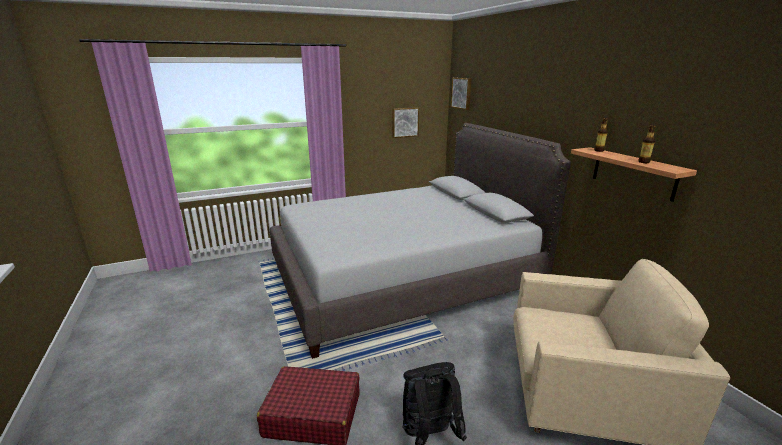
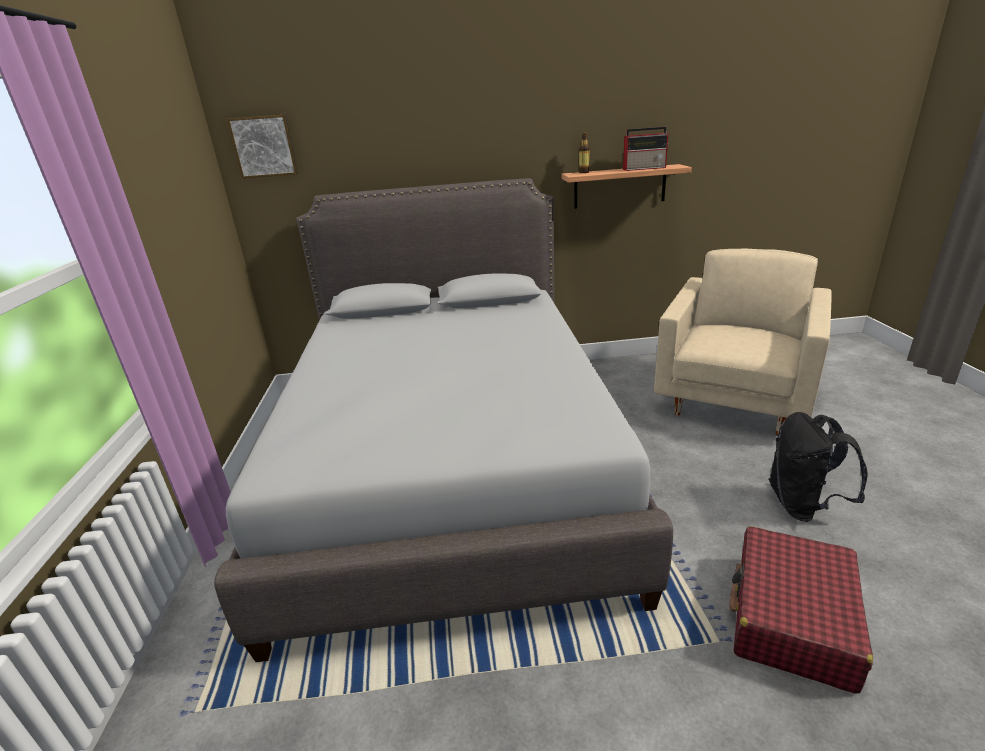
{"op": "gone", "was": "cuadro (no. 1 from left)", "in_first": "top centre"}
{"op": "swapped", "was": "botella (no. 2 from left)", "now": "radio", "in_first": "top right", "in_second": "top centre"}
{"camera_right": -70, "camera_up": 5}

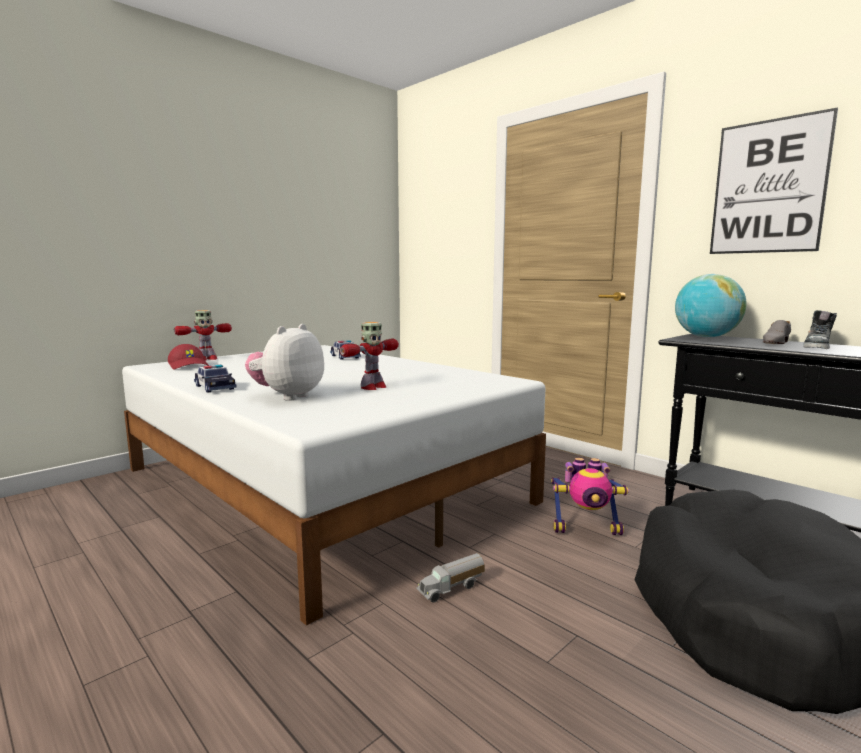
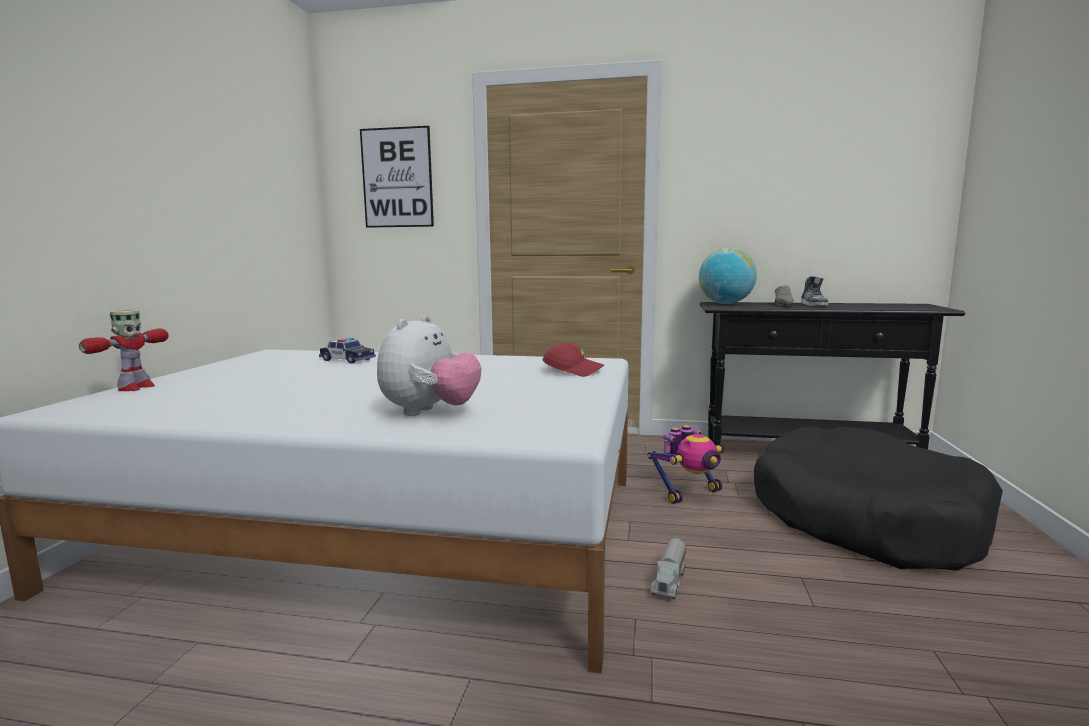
{"op": "shifted", "was": "gorra [rojo]", "in_first": "middle left", "in_second": "centre"}
{"op": "gone", "was": "coche de juguete (no. 1 from left)", "in_first": "middle left"}
{"op": "rotated", "was": "peluche", "in_first": "middle left", "in_second": "centre", "clockwise": -150}
{"op": "gone", "was": "robot de juguete (no. 2 from left)", "in_first": "centre"}
{"op": "shifted", "was": "cuadro", "in_first": "top right", "in_second": "top centre"}
{"camera_right": -35, "camera_up": 0}

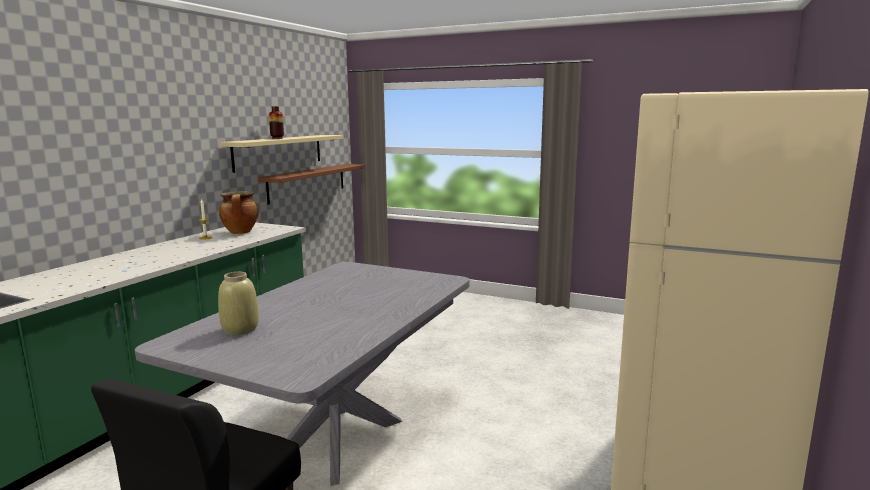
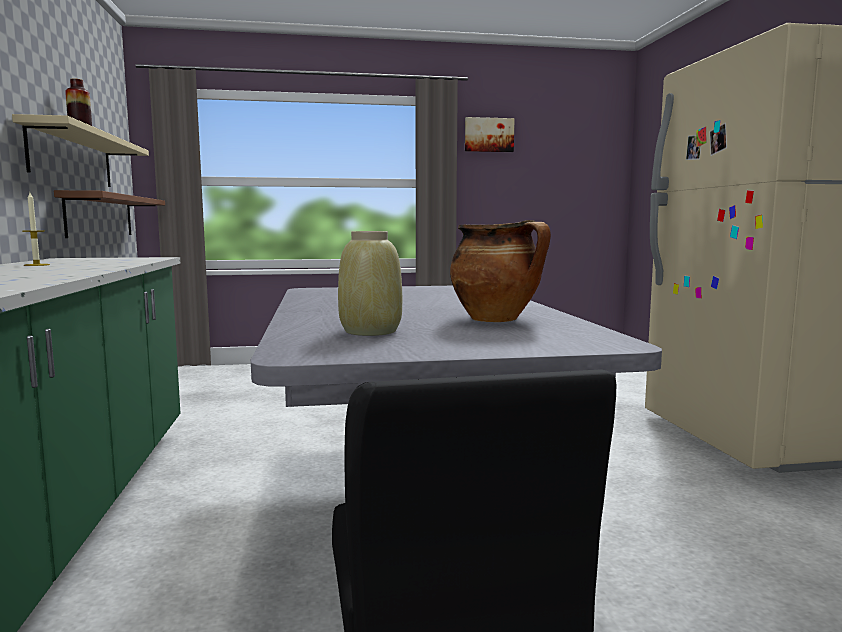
{"op": "shifted", "was": "olla", "in_first": "middle left", "in_second": "centre"}
{"op": "new", "now": "cuadro", "in_second": "top centre"}
{"camera_right": -35, "camera_up": -5}

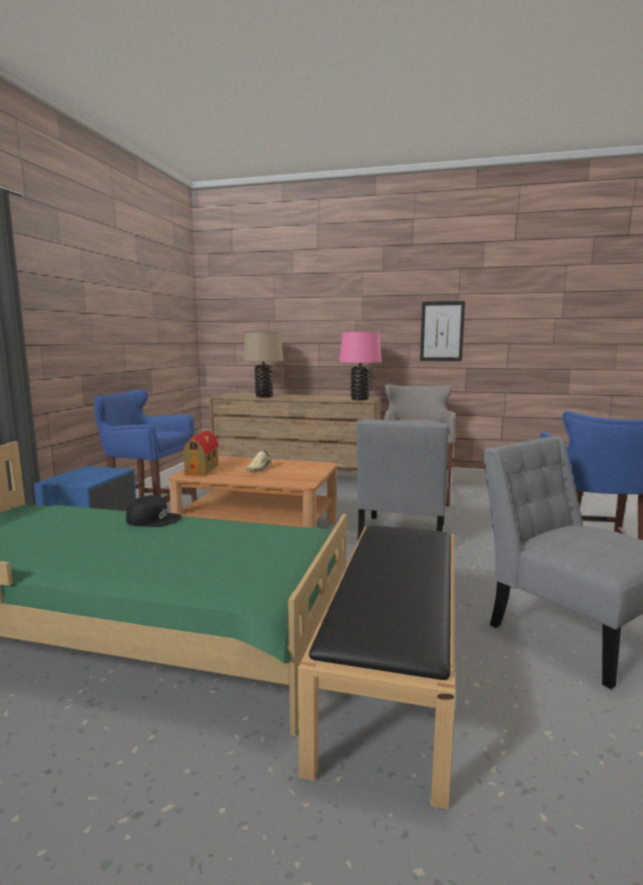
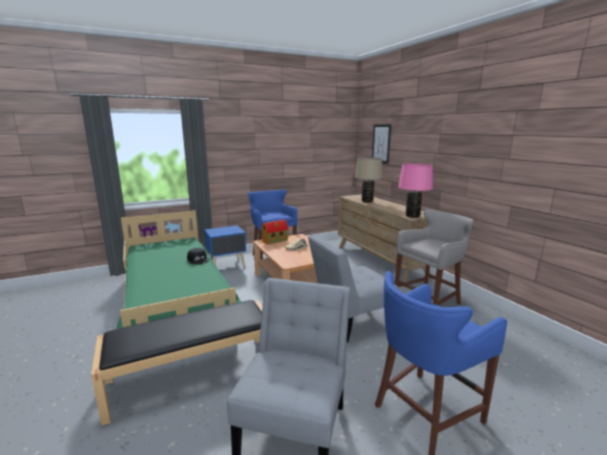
{"op": "shifted", "was": "cuadro", "in_first": "middle right", "in_second": "top centre"}
{"camera_right": 50, "camera_up": 5}

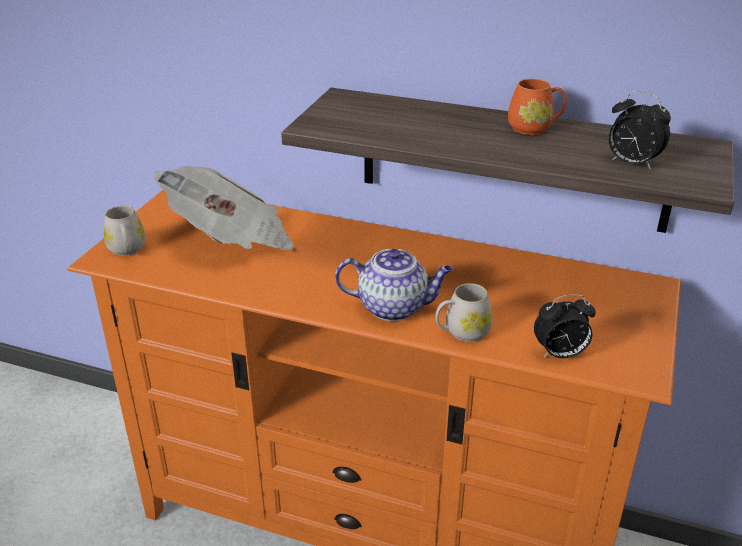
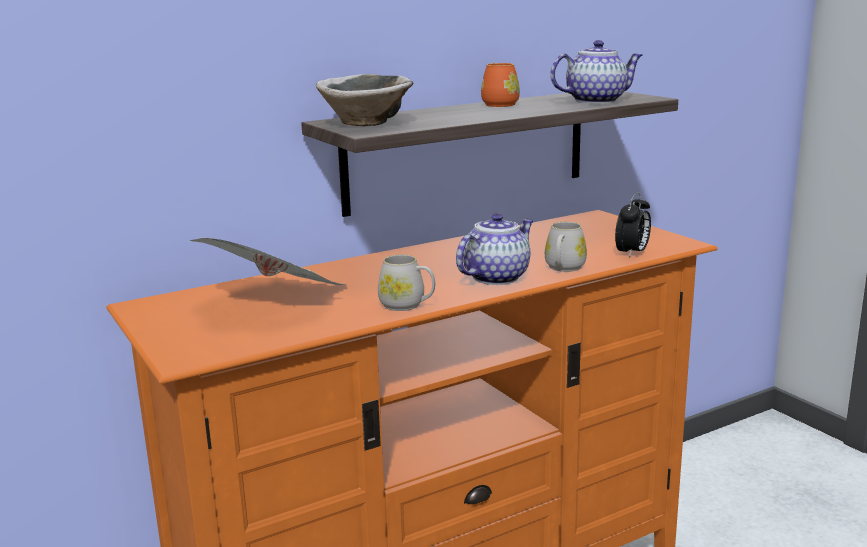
{"op": "shifted", "was": "taza grande [blanco] (no. 1 from left)", "in_first": "middle left", "in_second": "centre"}
{"op": "swapped", "was": "despertador (no. 2 from left)", "now": "tetera (no. 2 from left)", "in_first": "top right", "in_second": "top right"}
{"op": "new", "now": "cuenco", "in_second": "top centre"}
{"camera_right": -50, "camera_up": -15}

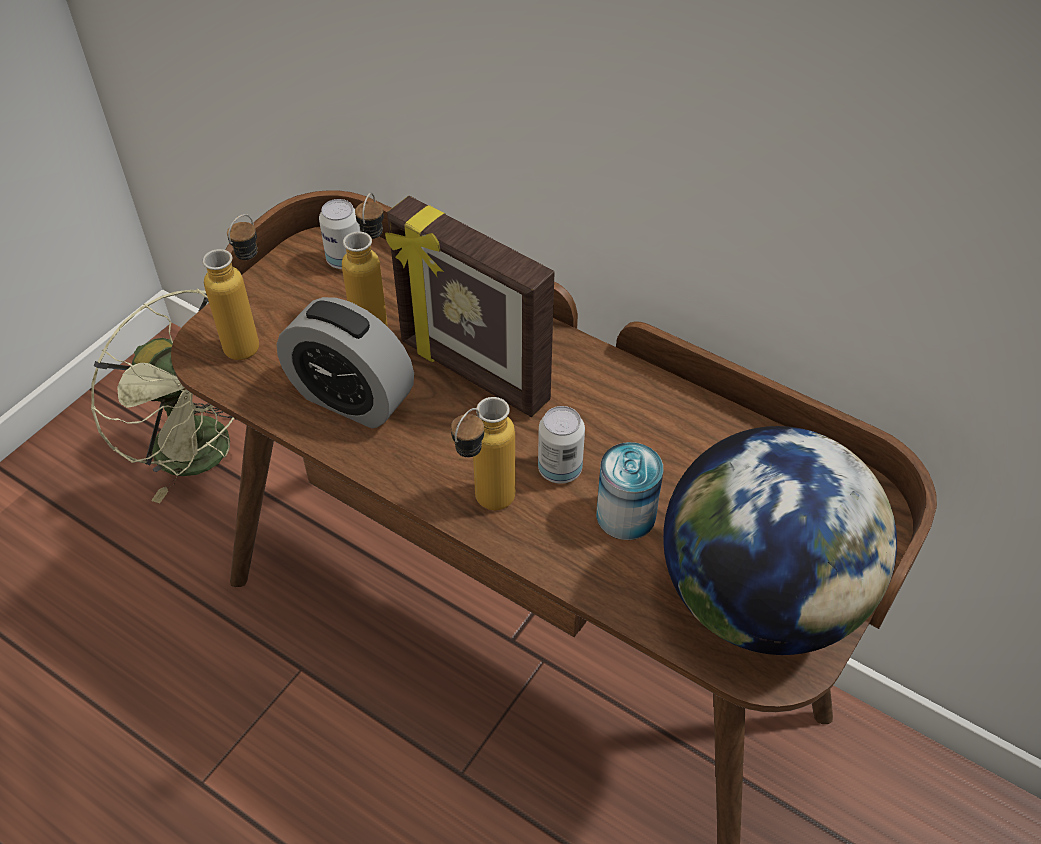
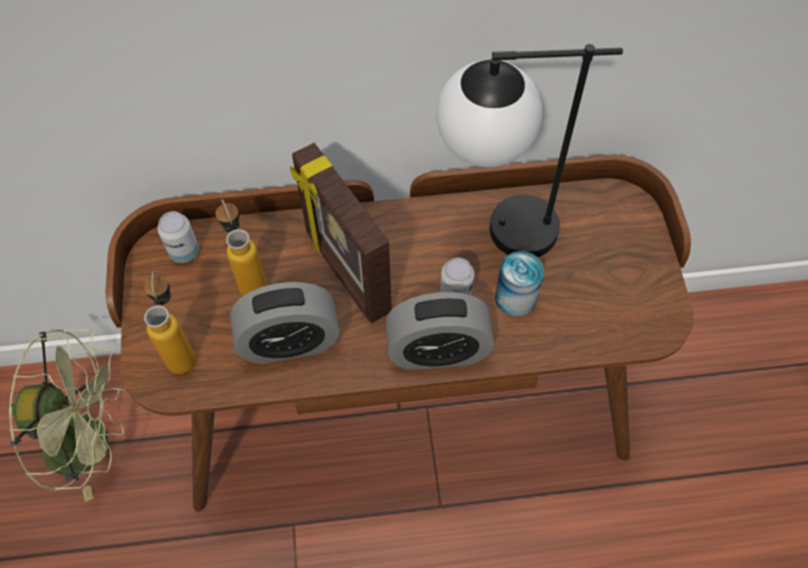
{"op": "rotated", "was": "portarretratos", "in_first": "centre", "in_second": "centre", "clockwise": 60}
{"op": "swapped", "was": "botella (no. 3 from left)", "now": "despertador (no. 2 from left)", "in_first": "centre", "in_second": "centre"}
{"op": "gone", "was": "globo terráqueo", "in_first": "middle right"}
{"op": "new", "now": "lámpara de mesa", "in_second": "top centre"}
{"camera_right": -40, "camera_up": 10}

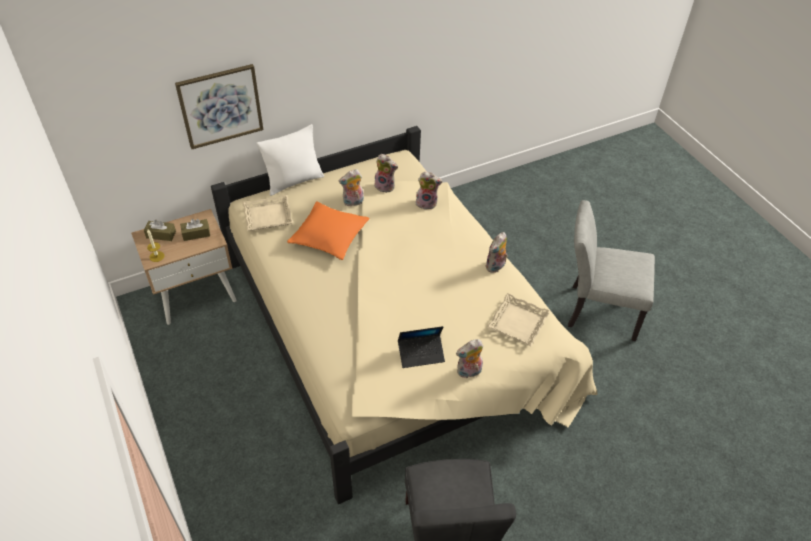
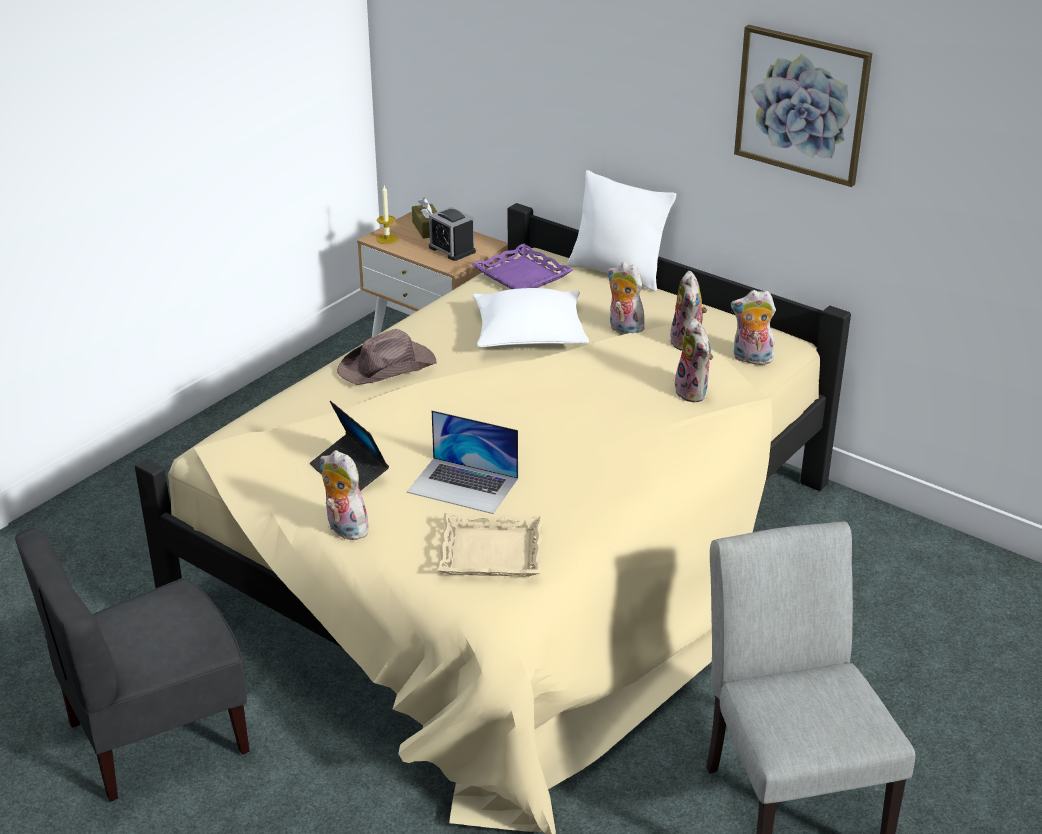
{"op": "shifted", "was": "cuadro", "in_first": "top left", "in_second": "top right"}
{"op": "swapped", "was": "caja de pañuelos [marrón] (no. 2 from left)", "now": "despertador", "in_first": "middle left", "in_second": "top centre"}
{"op": "repainted", "was": "bandeja [beis] (no. 1 from left)", "now": "bandeja [morado]", "in_first": "middle left", "in_second": "top centre"}
{"op": "repainted", "was": "cojín [naranja]", "now": "cojín [blanco] (no. 1 from left)", "in_first": "centre", "in_second": "centre"}
{"op": "shifted", "was": "peluche (no. 5 from left)", "in_first": "centre", "in_second": "middle right"}
{"op": "new", "now": "sombrero [marrón]", "in_second": "centre"}
{"op": "new", "now": "portátil (no. 2 from left)", "in_second": "centre"}
{"camera_right": 65, "camera_up": -15}

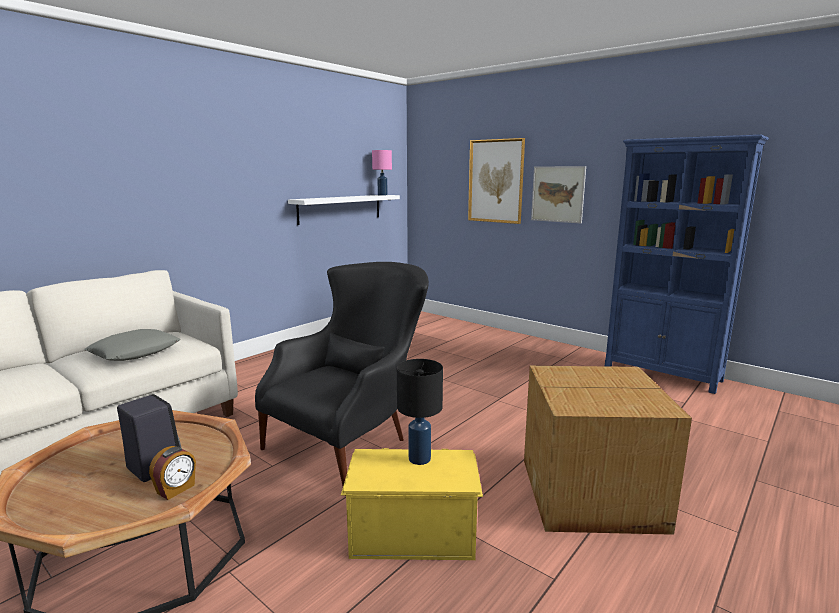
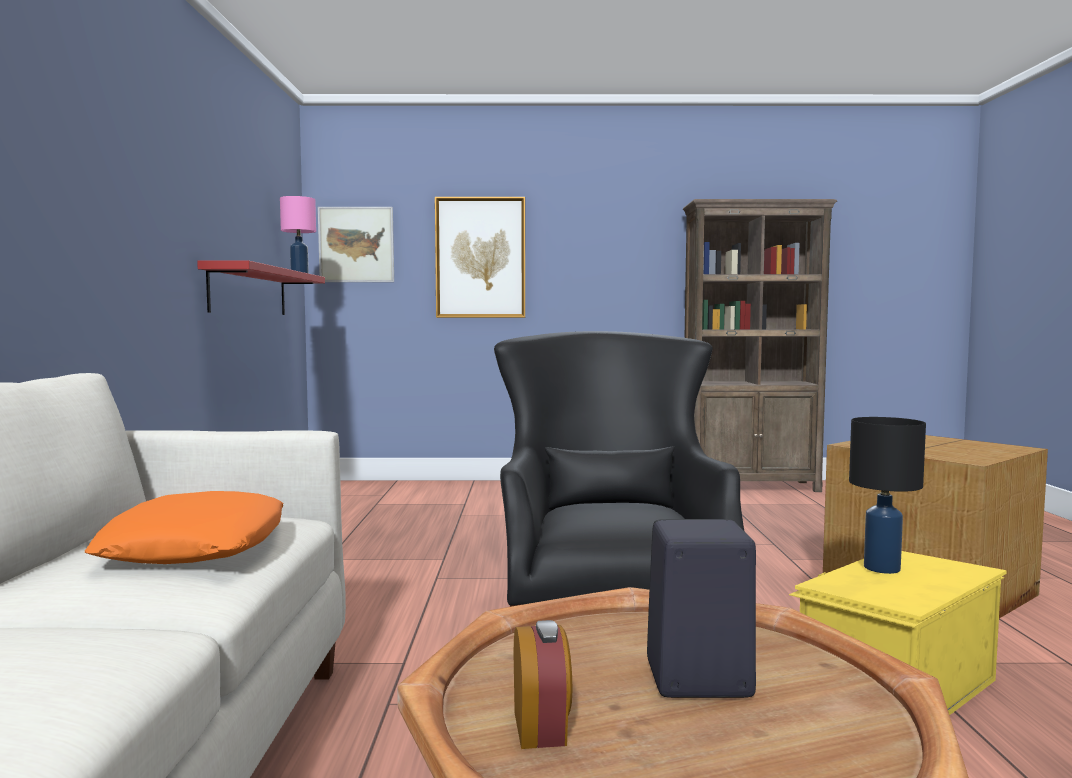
{"op": "repainted", "was": "cojín [gris]", "now": "cojín [naranja]", "in_first": "middle left", "in_second": "bottom left"}
{"op": "shifted", "was": "despertador", "in_first": "bottom left", "in_second": "bottom centre"}
{"op": "repainted", "was": "estante [blanco]", "now": "estante [rojo]", "in_first": "centre", "in_second": "middle left"}
{"op": "shifted", "was": "cuadro (no. 2 from left in the first image)", "now": "cuadro (no. 1 from left)", "in_first": "top centre", "in_second": "top left"}
{"op": "repainted", "was": "estantería [azul]", "now": "estantería [marrón]", "in_first": "middle right", "in_second": "middle right"}
{"camera_right": -40, "camera_up": -10}

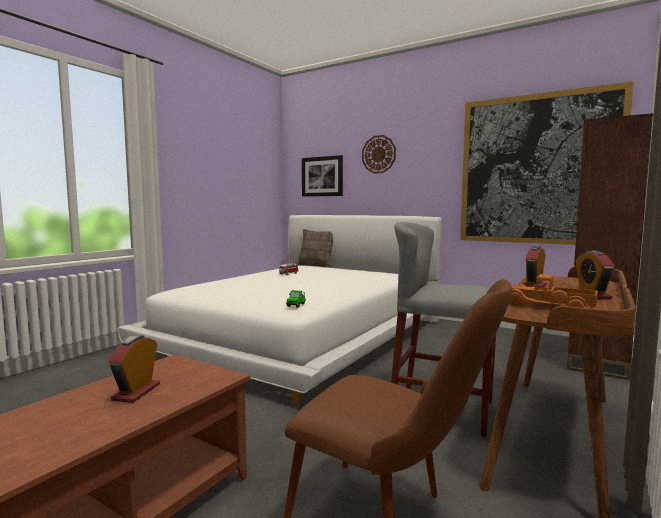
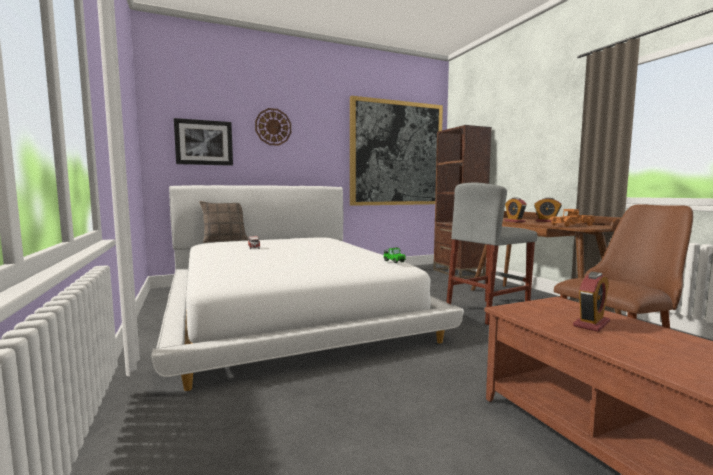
{"op": "rotated", "was": "despertador (no. 1 from left in the first image)", "in_first": "bottom left", "in_second": "middle right", "clockwise": -90}
{"camera_right": -55, "camera_up": 0}

